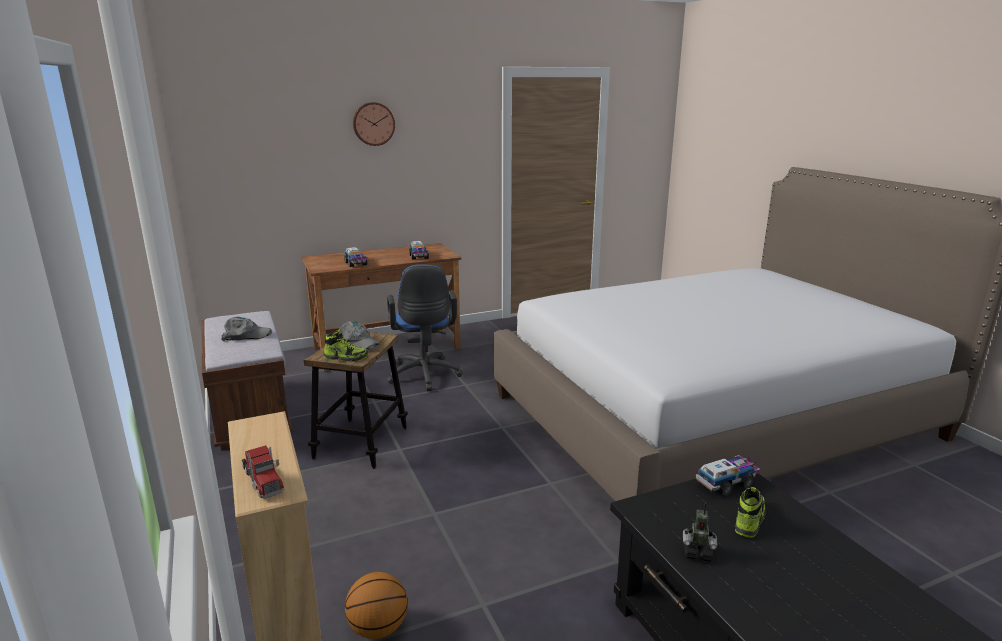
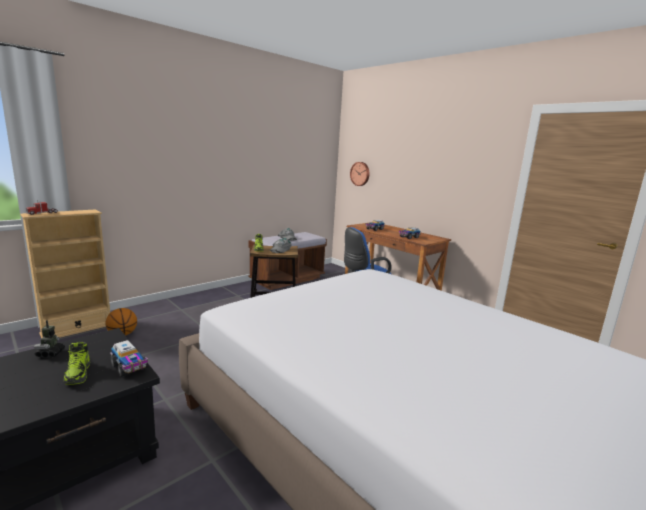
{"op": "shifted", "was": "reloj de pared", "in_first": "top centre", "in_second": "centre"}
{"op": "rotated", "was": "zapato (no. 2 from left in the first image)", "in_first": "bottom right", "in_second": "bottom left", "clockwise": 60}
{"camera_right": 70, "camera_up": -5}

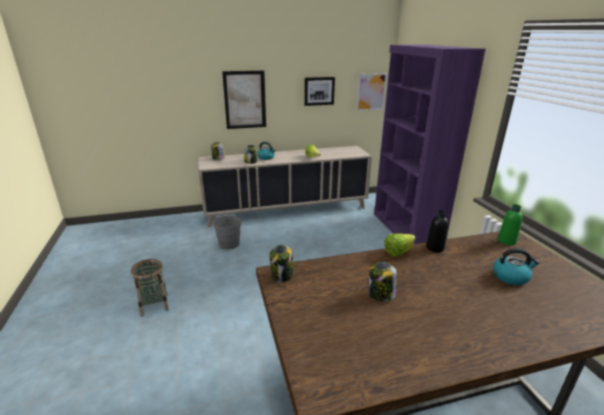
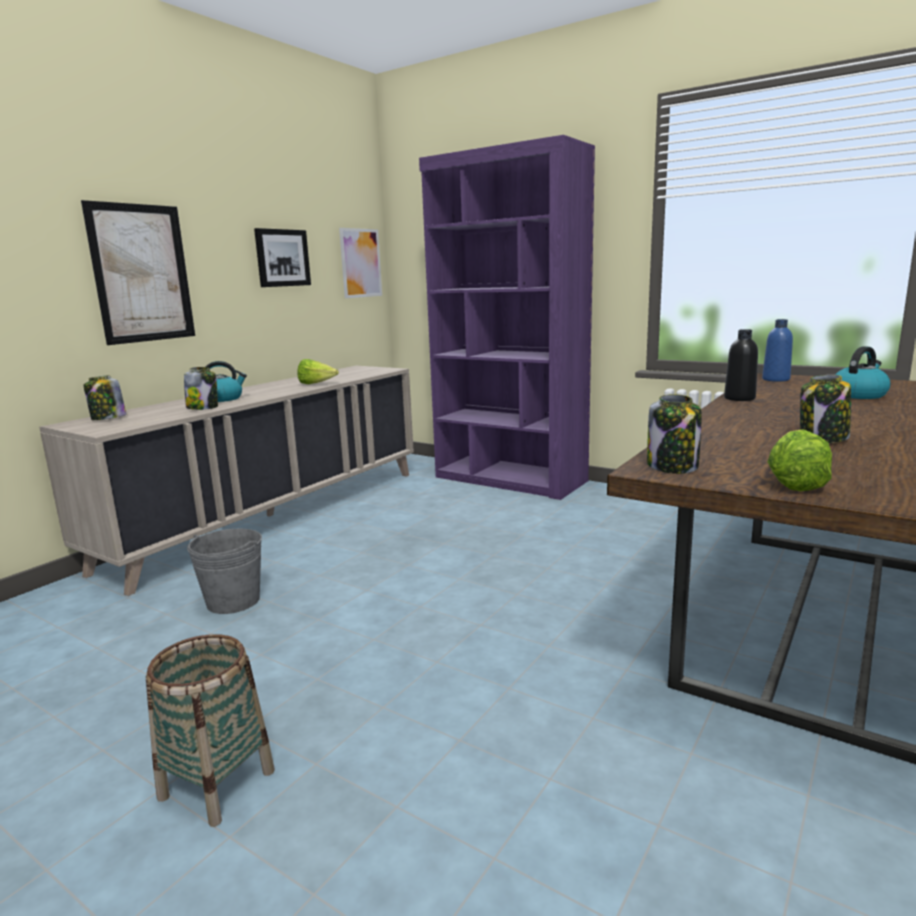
{"op": "shifted", "was": "lechuga (no. 2 from left)", "in_first": "centre", "in_second": "middle right"}
{"op": "repainted", "was": "botella [verde]", "now": "botella [azul]", "in_first": "middle right", "in_second": "middle right"}
{"camera_right": -40, "camera_up": -10}

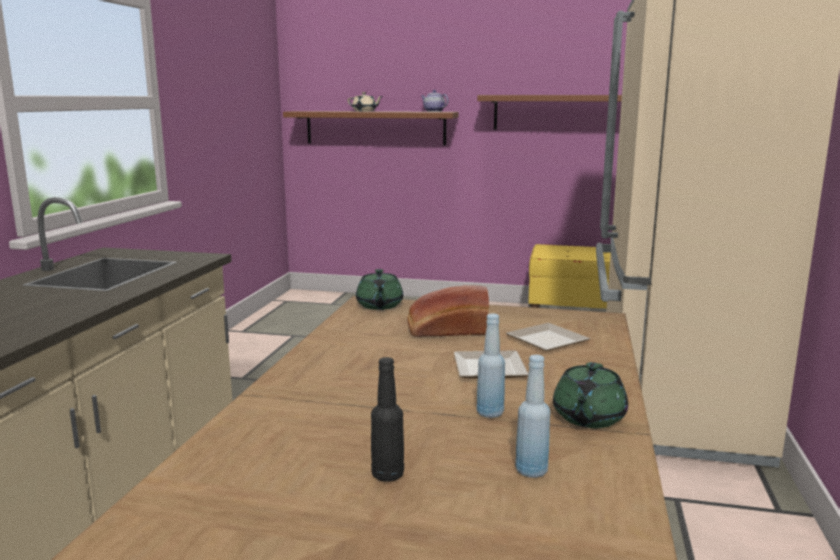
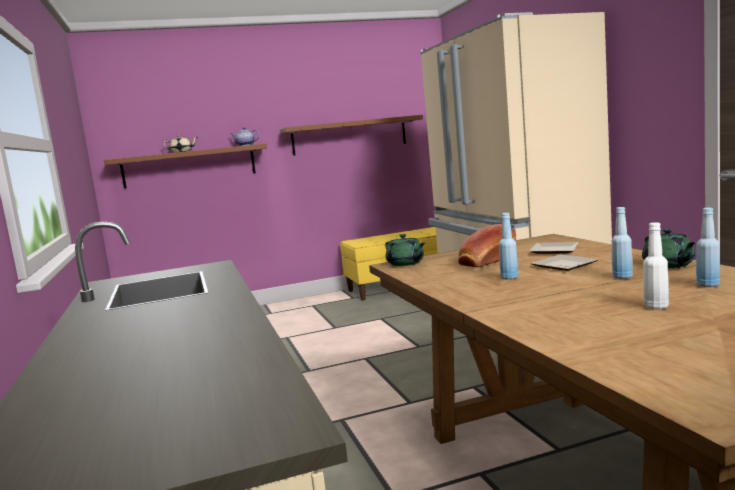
{"op": "repainted", "was": "botella [negro]", "now": "botella [blanco]", "in_first": "bottom centre", "in_second": "middle right"}
{"op": "new", "now": "botella [azul] (no. 1 from left)", "in_second": "middle right"}
{"camera_right": -30, "camera_up": -5}

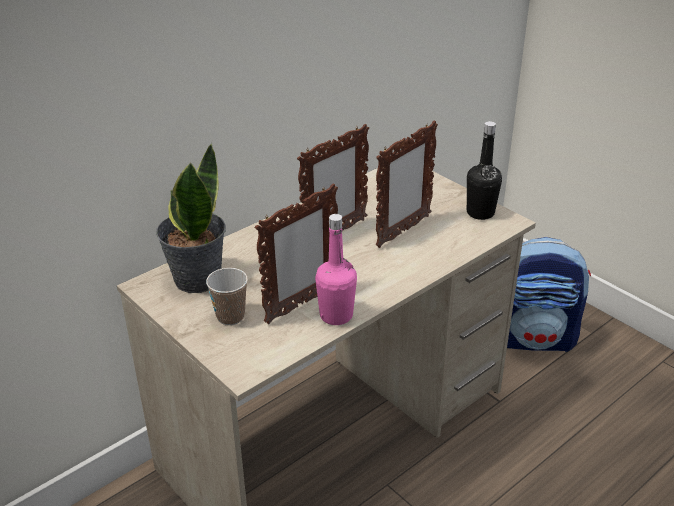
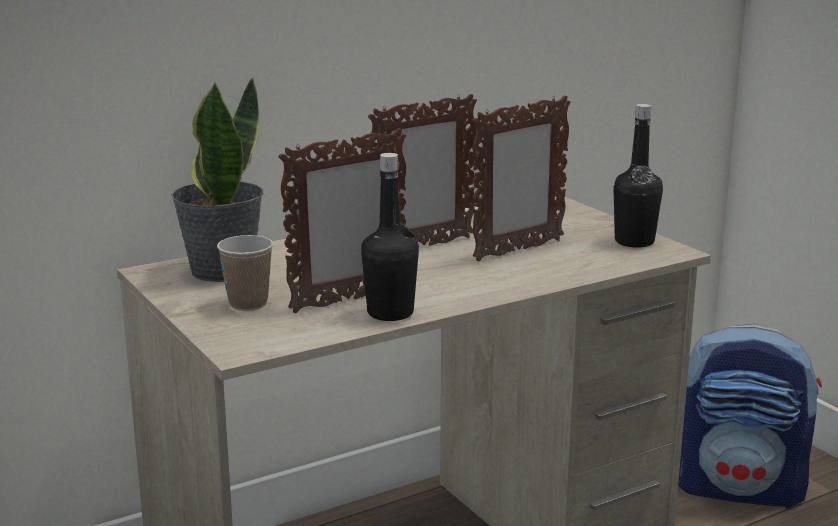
{"op": "repainted", "was": "botella [rosa]", "now": "botella [negro] (no. 1 from left)", "in_first": "centre", "in_second": "centre"}
{"camera_right": 10, "camera_up": -15}

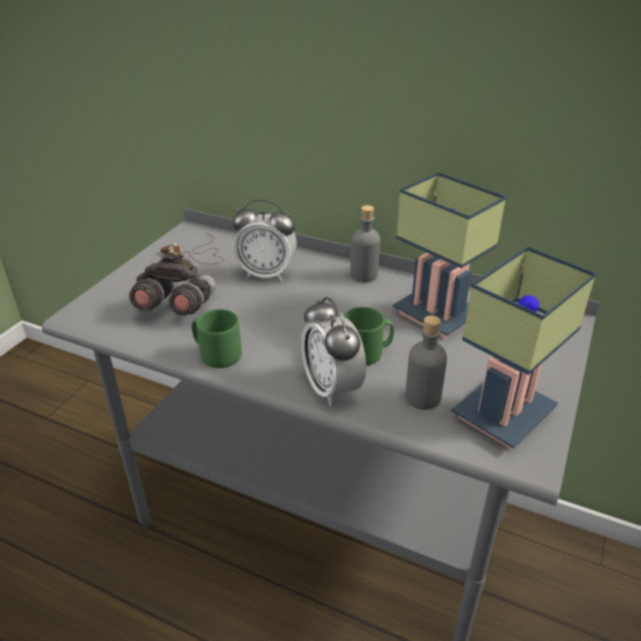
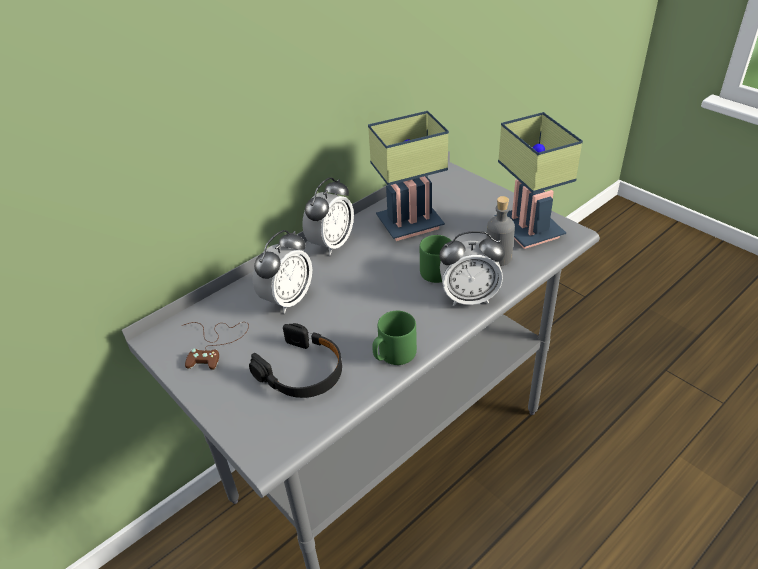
{"op": "swapped", "was": "prismáticos [gris]", "now": "auriculares [negro]", "in_first": "middle left", "in_second": "centre"}
{"op": "swapped", "was": "botella [gris] (no. 1 from left)", "now": "despertador (no. 2 from left)", "in_first": "centre", "in_second": "centre"}
{"camera_right": -65, "camera_up": 5}

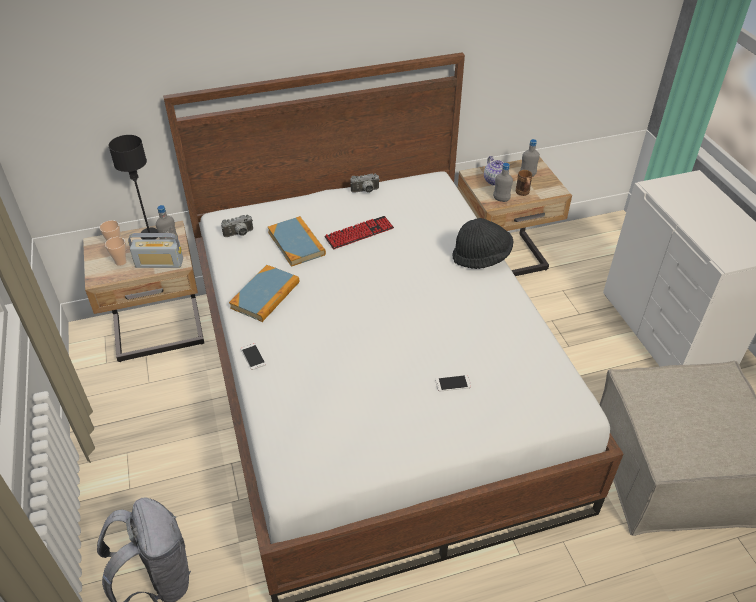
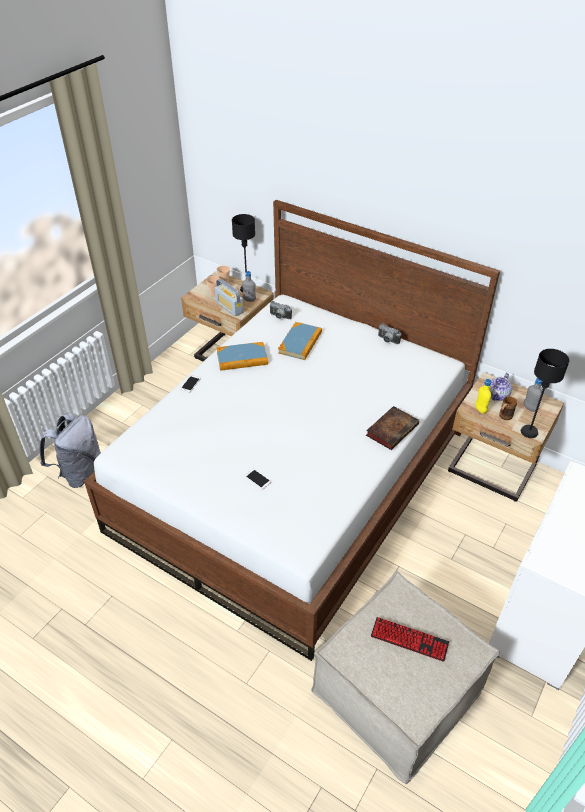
{"op": "shifted", "was": "teclado", "in_first": "centre", "in_second": "bottom right"}
{"op": "swapped", "was": "sombrero [negro]", "now": "libro (no. 3 from left)", "in_first": "centre", "in_second": "middle right"}
{"op": "repainted", "was": "botella [gris] (no. 2 from left)", "now": "botella [amarillo]", "in_first": "top centre", "in_second": "middle right"}
{"op": "new", "now": "lámpara de mesa [negro] (no. 2 from left)", "in_second": "middle right"}
{"camera_right": 50, "camera_up": 0}

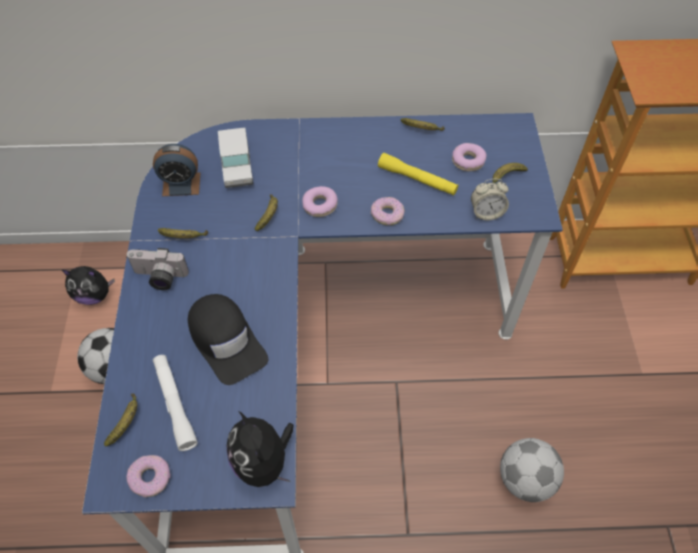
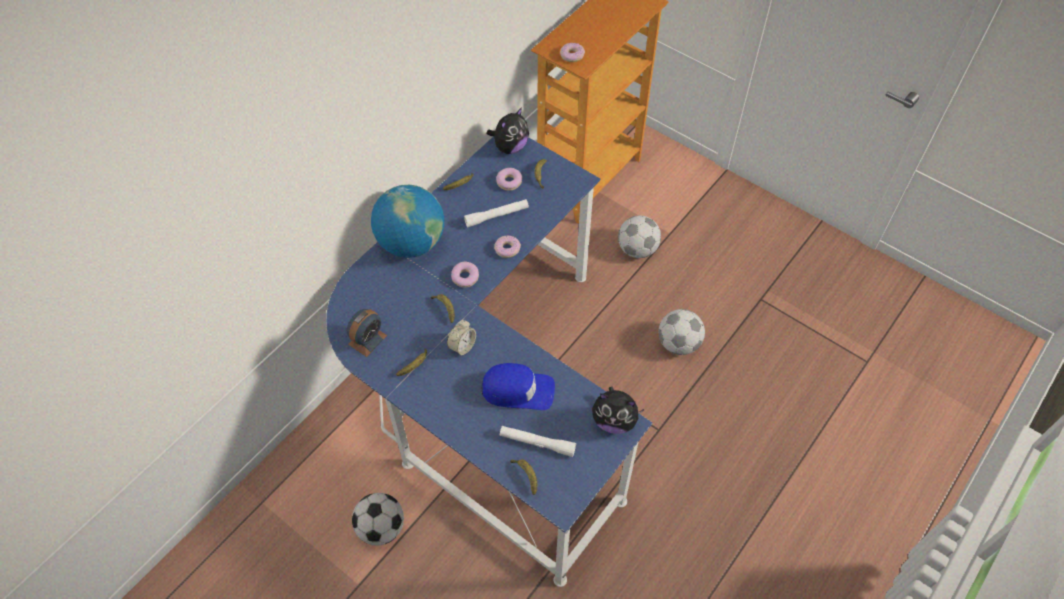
{"op": "shifted", "was": "peluche (no. 1 from left)", "in_first": "middle left", "in_second": "top centre"}
{"op": "gone", "was": "cámara", "in_first": "middle left"}
{"op": "shifted", "was": "rosquilla (no. 1 from left in the first image)", "now": "rosquilla (no. 4 from left)", "in_first": "bottom left", "in_second": "top centre"}
{"op": "repainted", "was": "gorra [negro]", "now": "gorra [azul]", "in_first": "middle left", "in_second": "centre"}
{"op": "gone", "was": "camión de juguete", "in_first": "top centre"}
{"op": "repainted", "was": "linterna [amarillo]", "now": "linterna [blanco] (no. 1 from left)", "in_first": "top centre", "in_second": "centre"}
{"op": "shifted", "was": "despertador (no. 2 from left)", "in_first": "middle right", "in_second": "centre"}
{"op": "new", "now": "globo terráqueo", "in_second": "centre"}
{"op": "new", "now": "balón de fútbol (no. 2 from left)", "in_second": "centre"}
{"camera_right": -50, "camera_up": 0}

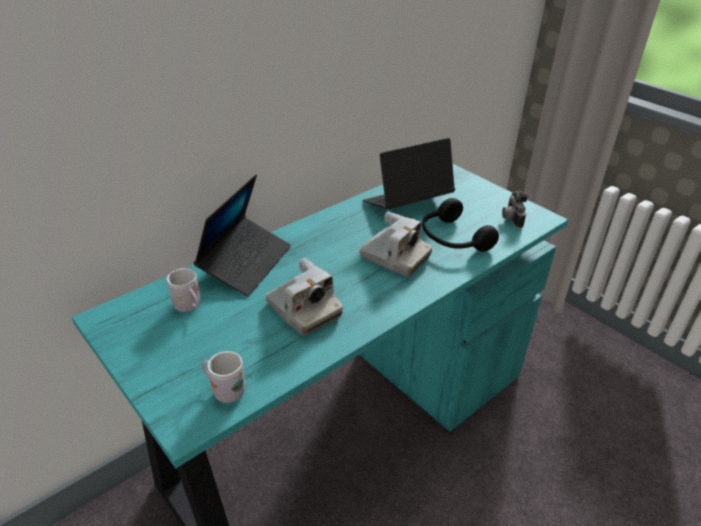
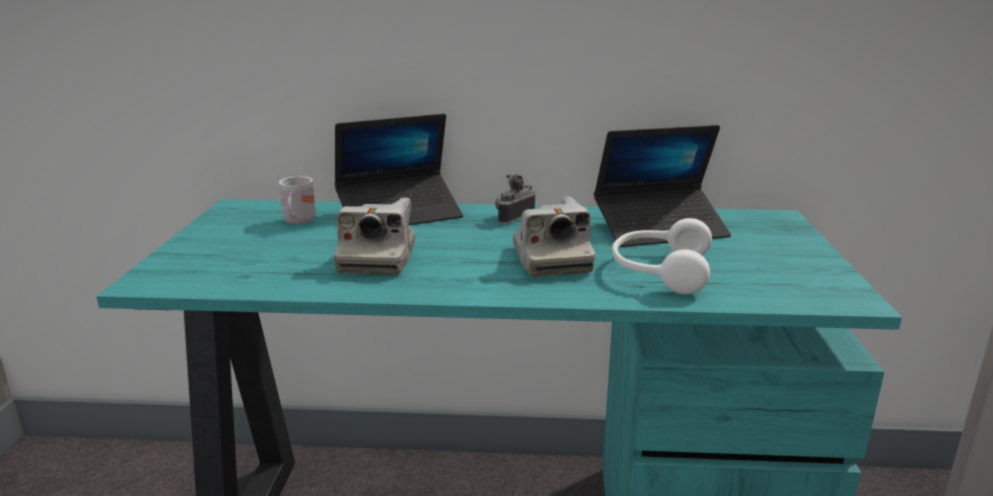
{"op": "gone", "was": "taza grande [blanco] (no. 2 from left)", "in_first": "bottom left"}
{"op": "rotated", "was": "portátil (no. 2 from left)", "in_first": "top centre", "in_second": "middle right", "clockwise": 150}
{"op": "repainted", "was": "auriculares [negro]", "now": "auriculares [blanco]", "in_first": "centre", "in_second": "middle right"}
{"op": "shifted", "was": "cámara (no. 3 from left in the first image)", "now": "cámara (no. 2 from left)", "in_first": "middle right", "in_second": "centre"}
{"camera_right": 45, "camera_up": -15}

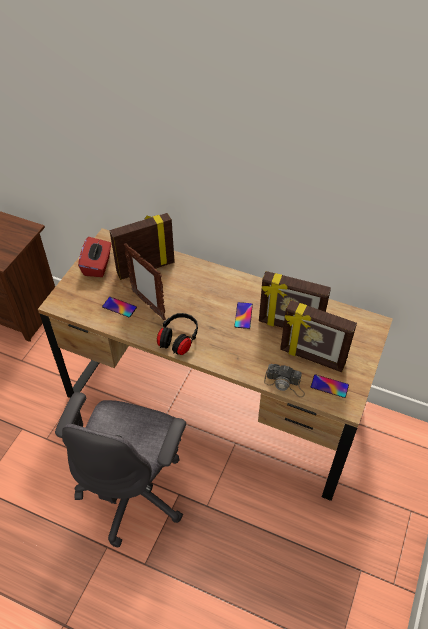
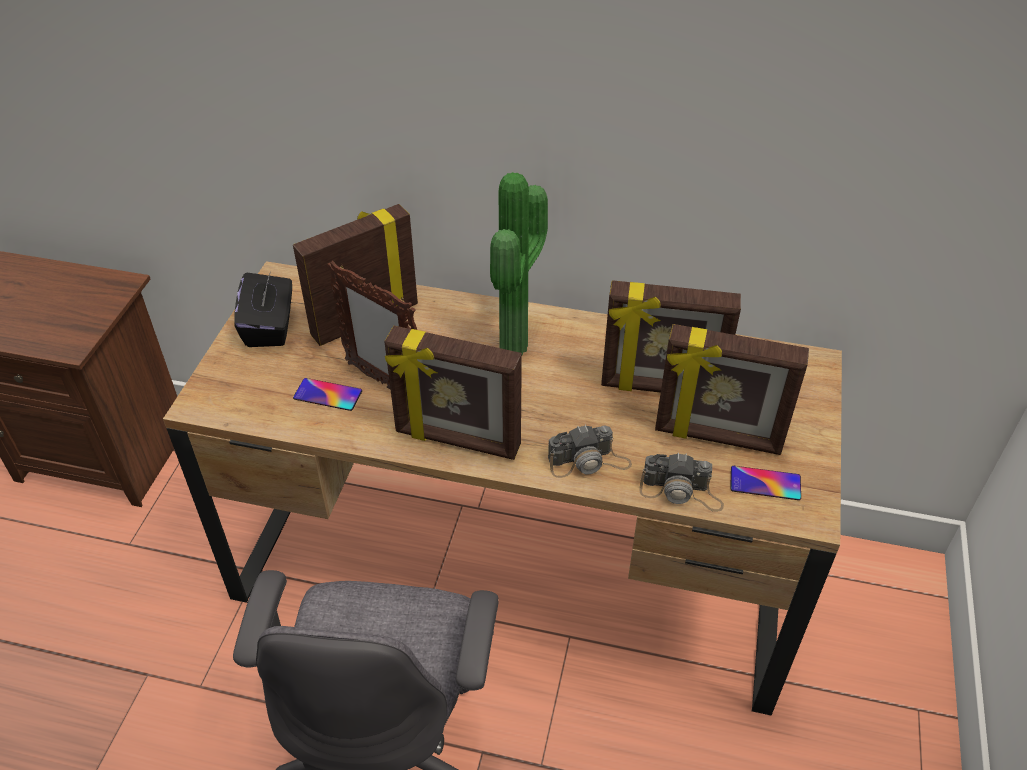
{"op": "repainted", "was": "caja de pañuelos [rojo]", "now": "caja de pañuelos [negro]", "in_first": "middle left", "in_second": "middle left"}
{"op": "swapped", "was": "auriculares [negro]", "now": "portarretratos (no. 3 from left)", "in_first": "centre", "in_second": "centre"}
{"op": "gone", "was": "móvil (no. 2 from left)", "in_first": "centre"}
{"op": "new", "now": "planta en maceta", "in_second": "centre"}
{"op": "new", "now": "cámara (no. 1 from left)", "in_second": "centre"}
{"camera_right": -10, "camera_up": -5}

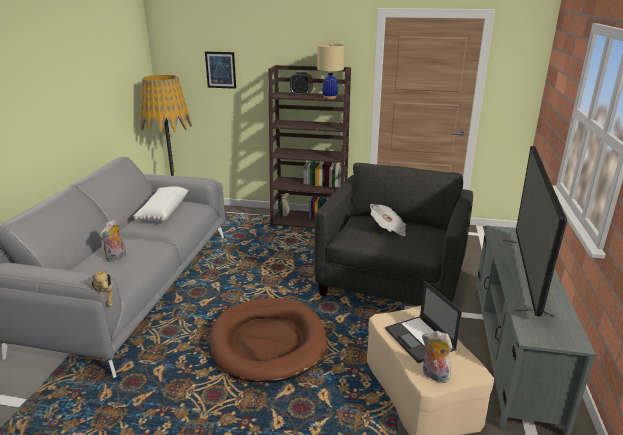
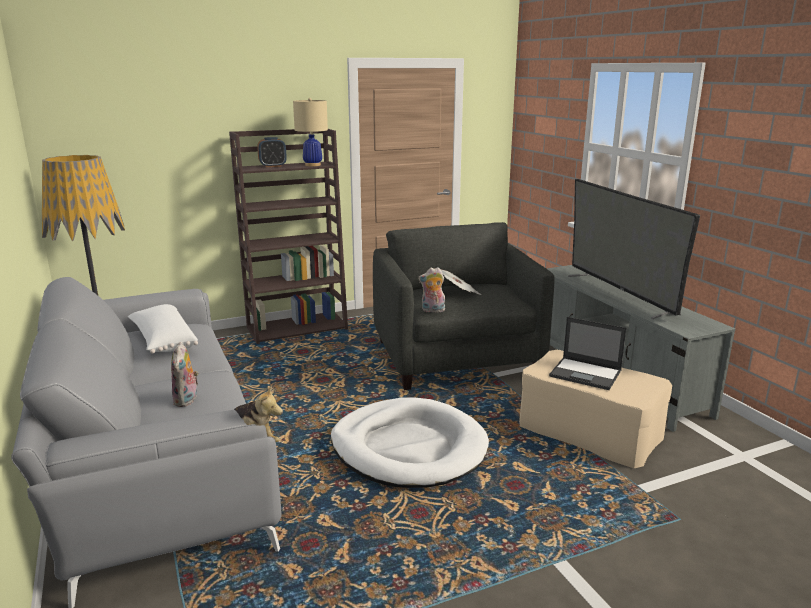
{"op": "gone", "was": "cuadro", "in_first": "top centre"}
{"op": "repainted", "was": "cama para perro [marrón]", "now": "cama para perro [blanco]", "in_first": "bottom centre", "in_second": "bottom centre"}
{"op": "shifted", "was": "peluche (no. 3 from left)", "in_first": "bottom right", "in_second": "centre"}
{"camera_right": -35, "camera_up": -5}

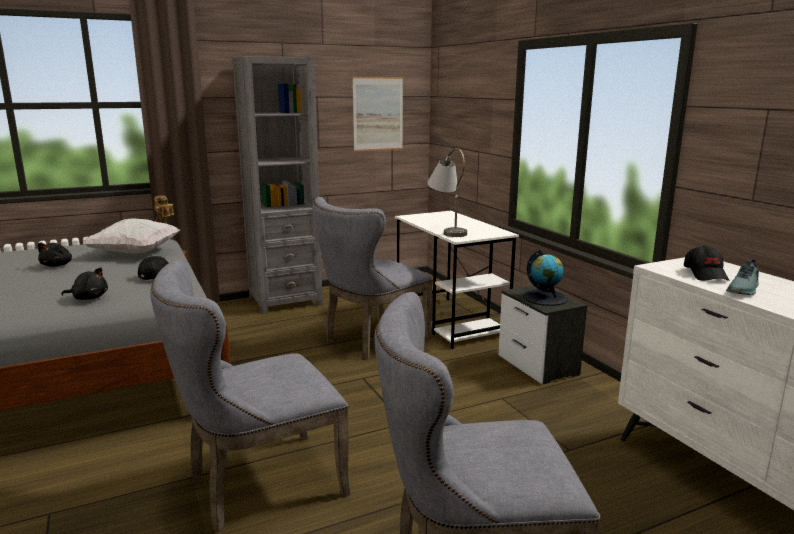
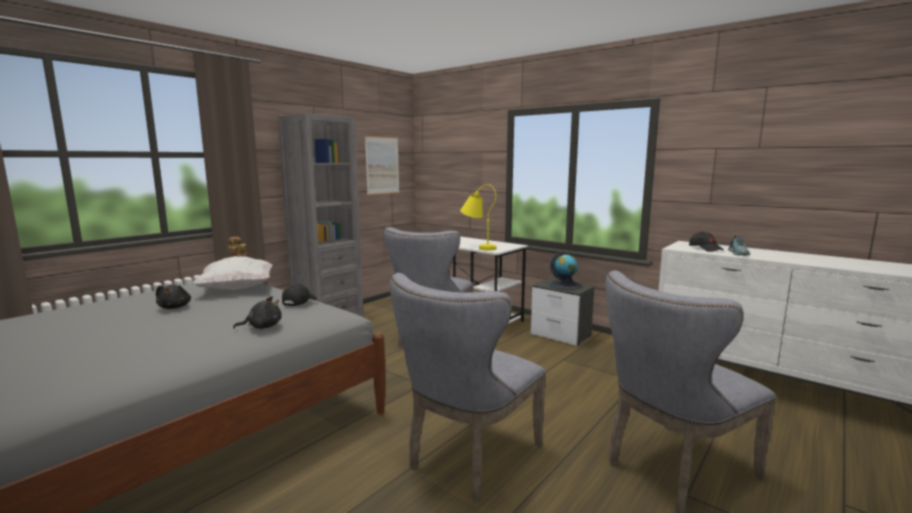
{"op": "repainted", "was": "lámpara de mesa [gris]", "now": "lámpara de mesa [amarillo]", "in_first": "centre", "in_second": "centre"}
{"camera_right": -25, "camera_up": -5}

